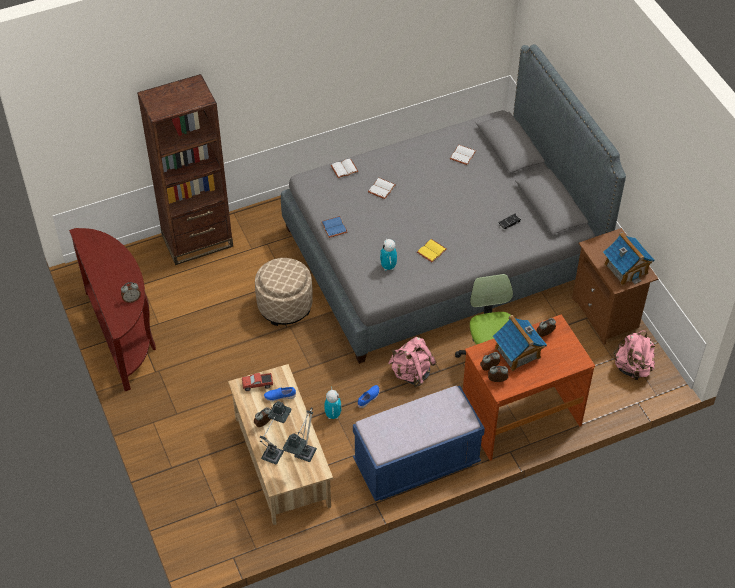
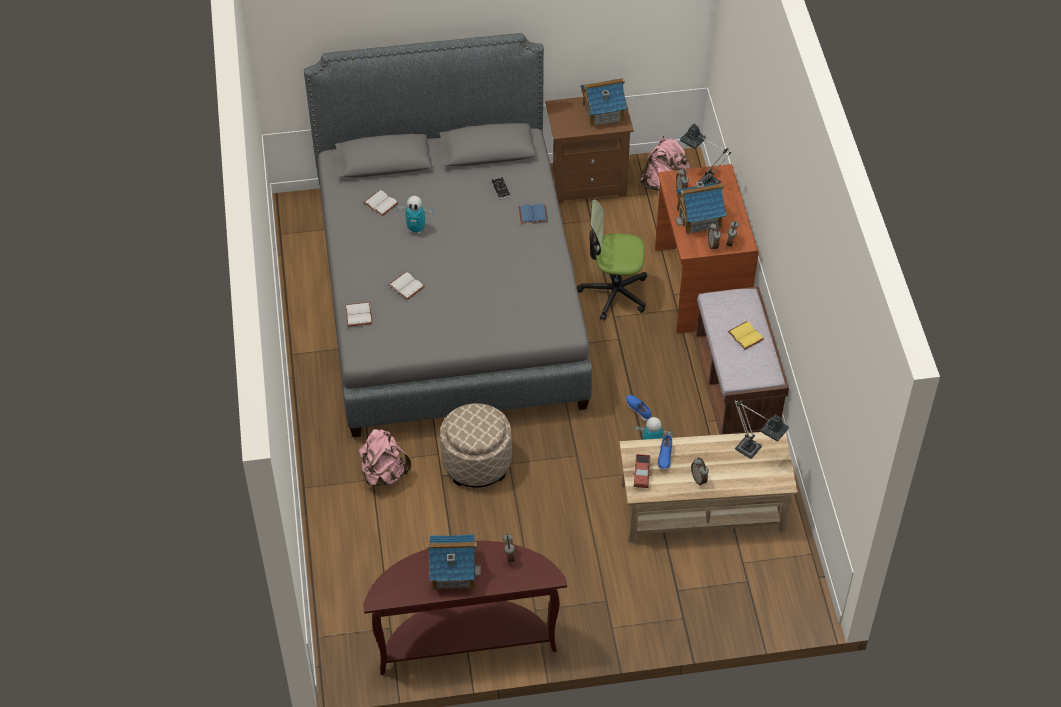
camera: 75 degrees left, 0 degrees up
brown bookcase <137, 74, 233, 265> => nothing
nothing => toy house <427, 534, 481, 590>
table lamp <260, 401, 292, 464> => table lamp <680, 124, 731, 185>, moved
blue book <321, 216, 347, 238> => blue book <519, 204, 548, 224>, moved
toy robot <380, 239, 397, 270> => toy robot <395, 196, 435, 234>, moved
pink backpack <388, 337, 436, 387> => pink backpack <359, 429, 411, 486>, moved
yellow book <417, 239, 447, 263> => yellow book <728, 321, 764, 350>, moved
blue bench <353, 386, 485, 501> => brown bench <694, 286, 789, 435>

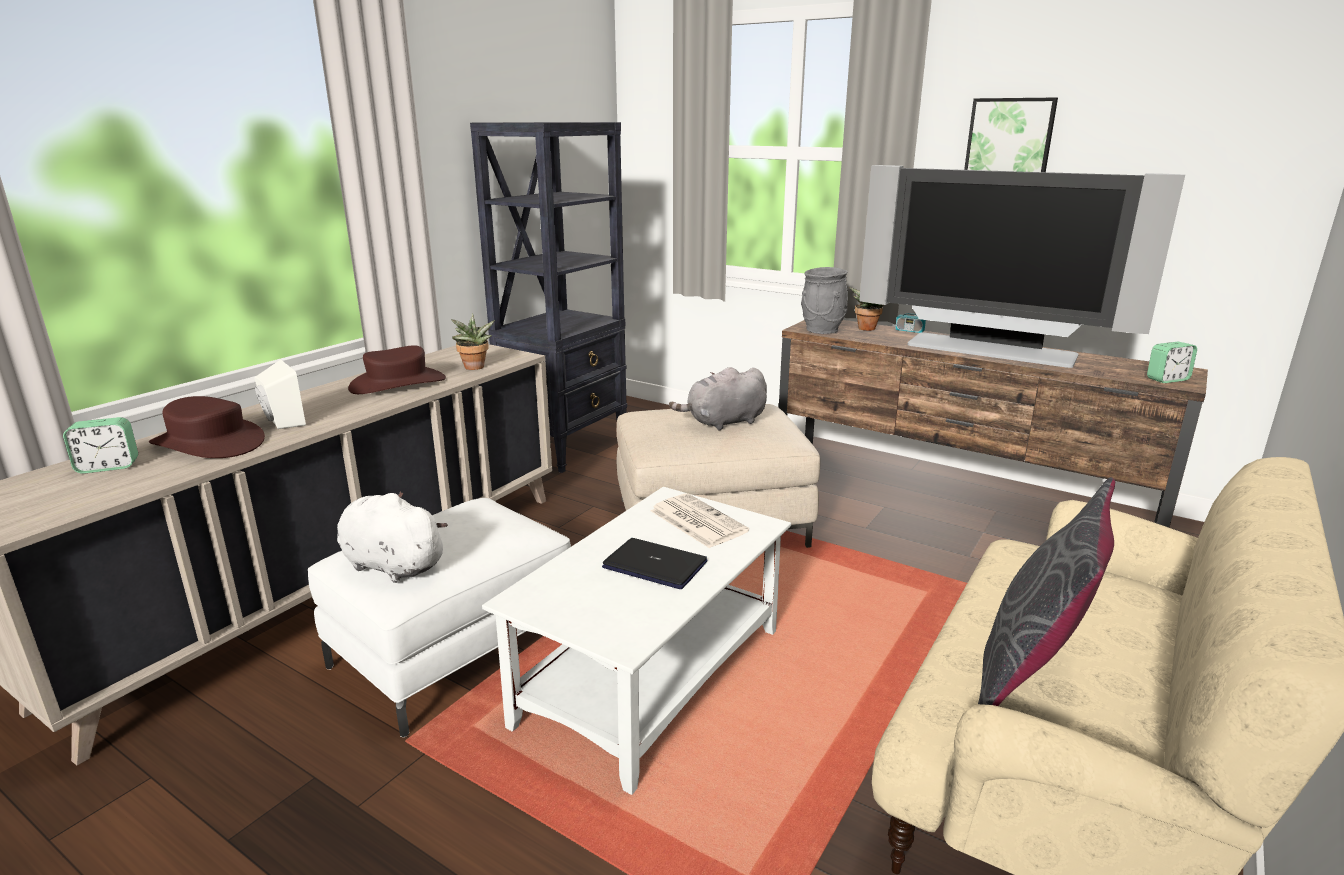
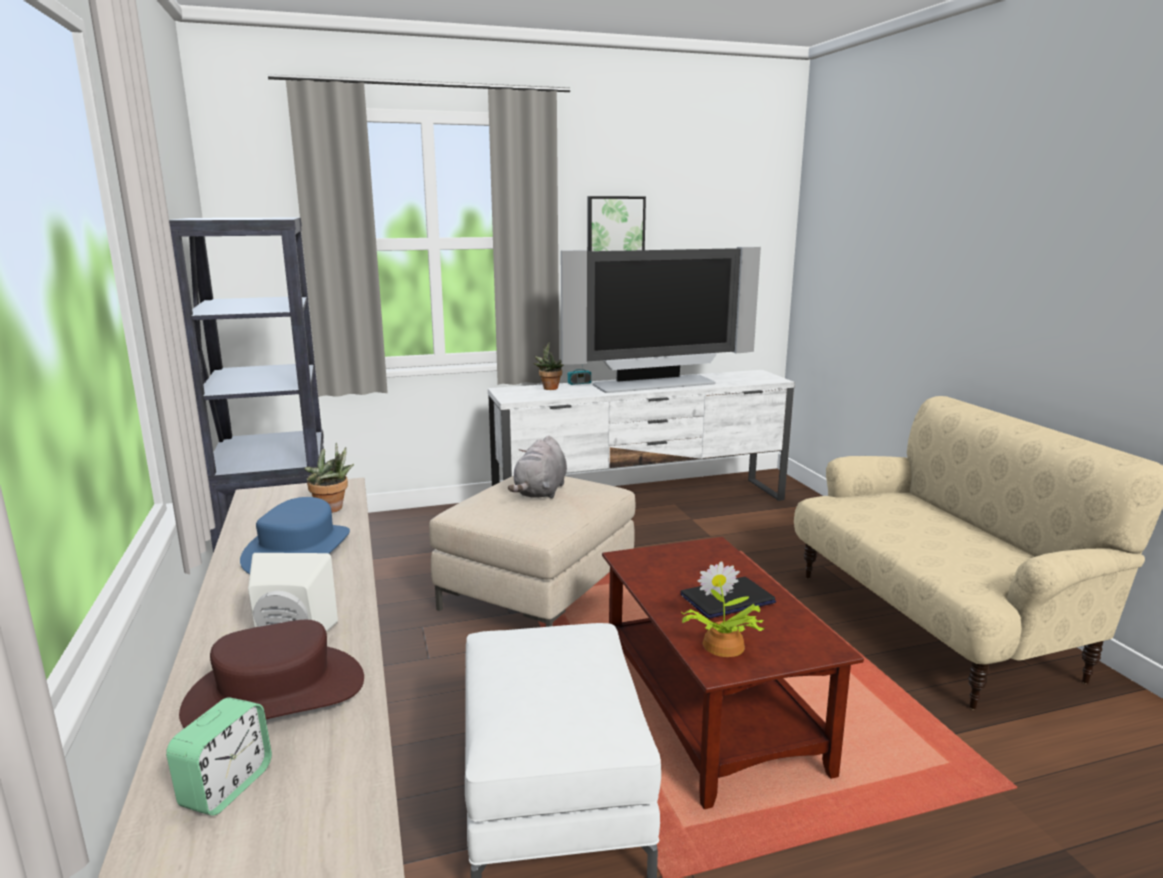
camera: 50 degrees left, 5 degrees down
white plush toy <337, 491, 448, 583> => nothing
newspaper <651, 493, 749, 548> => nothing
grey vase <801, 267, 848, 334> => nothing
grey pillow <978, 477, 1115, 706> => nothing
alarm clock <1147, 342, 1197, 383> => nothing
nothing => potted plant <682, 561, 764, 657>
brown hat <348, 345, 446, 394> => blue hat <240, 497, 350, 574>
white coffee table <482, 487, 791, 795> => brown coffee table <602, 537, 864, 809>
brown tv stand <779, 320, 1208, 528> => white tv stand <488, 370, 795, 501>

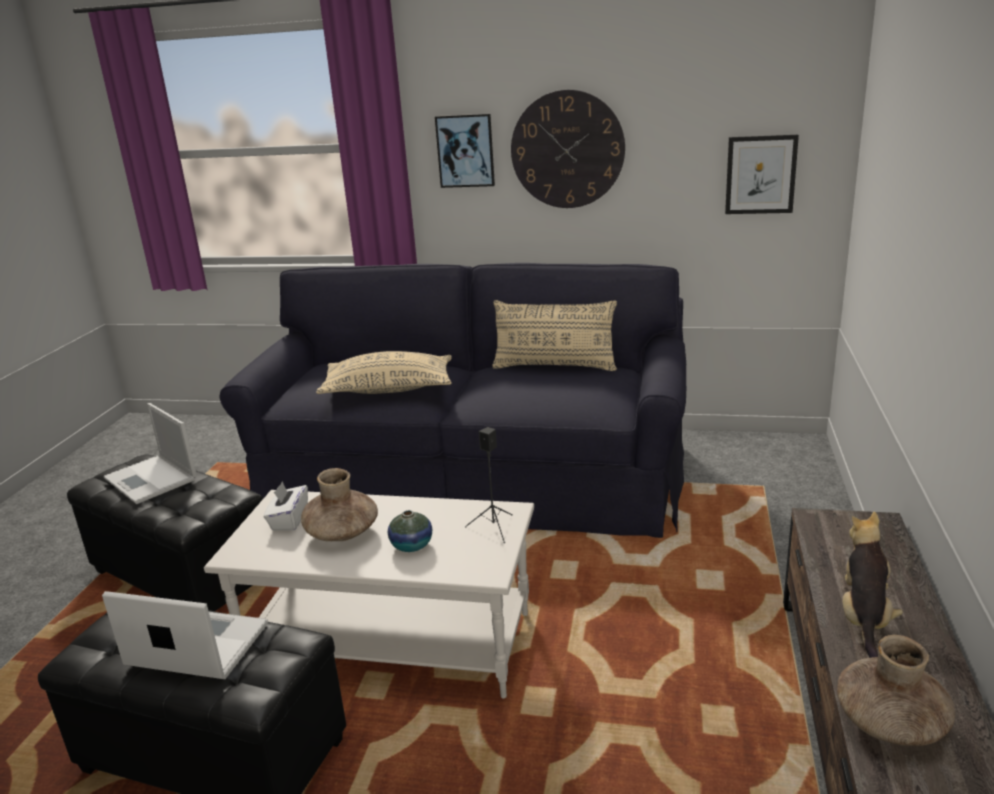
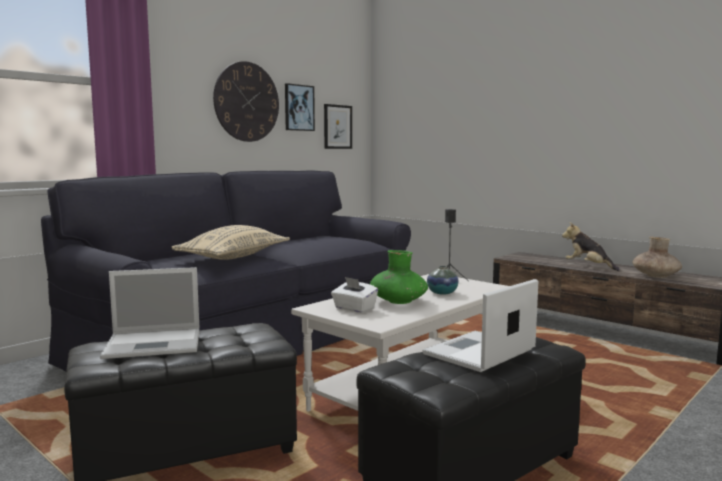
camera: 60 degrees left, 15 degrees down
beige pillow <492, 300, 617, 371> => nothing
picture <435, 114, 495, 188> => picture <285, 83, 315, 131>, moved
brown vase <301, 468, 378, 541> => green vase <370, 250, 428, 304>

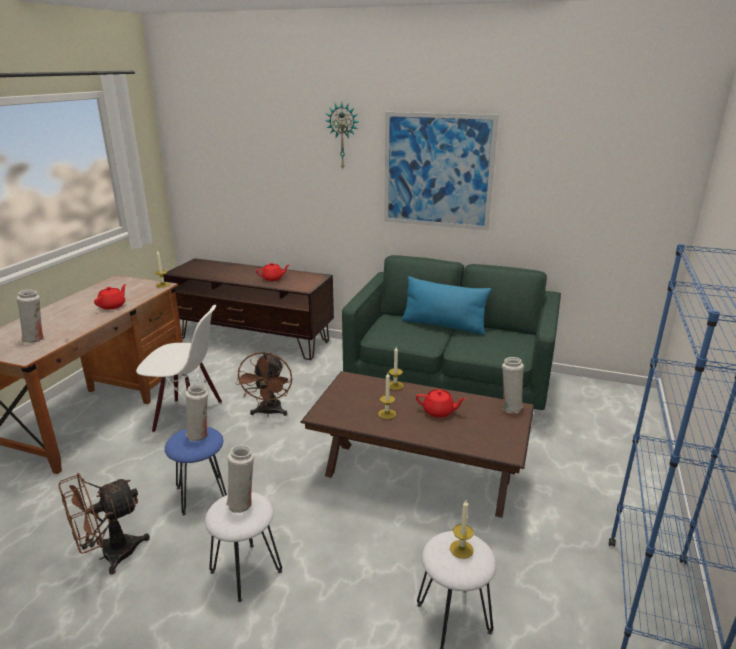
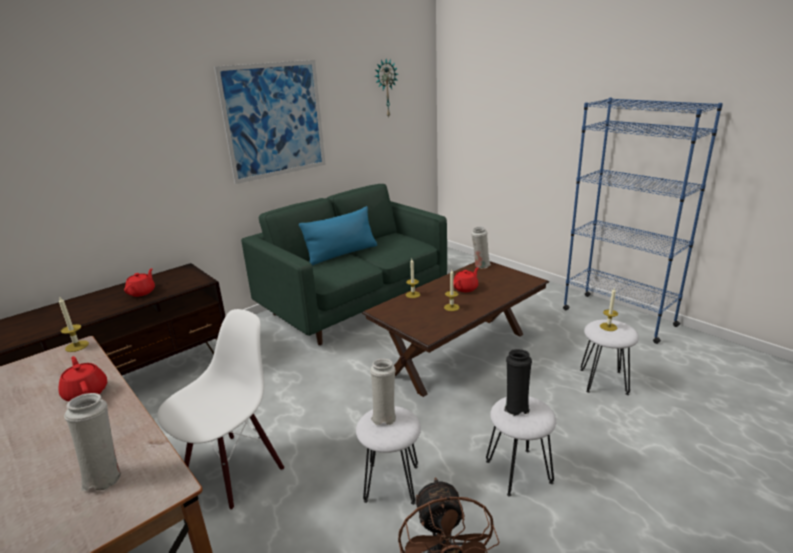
camera: 60 degrees left, 0 degrees up
brown fan <236, 352, 292, 417> => nothing
wall clock <326, 102, 358, 169> => wall clock <374, 59, 398, 117>, moved
blue stool <165, 427, 227, 515> => white stool <356, 406, 421, 505>
white vase <225, 445, 254, 513> => black vase <504, 349, 532, 416>

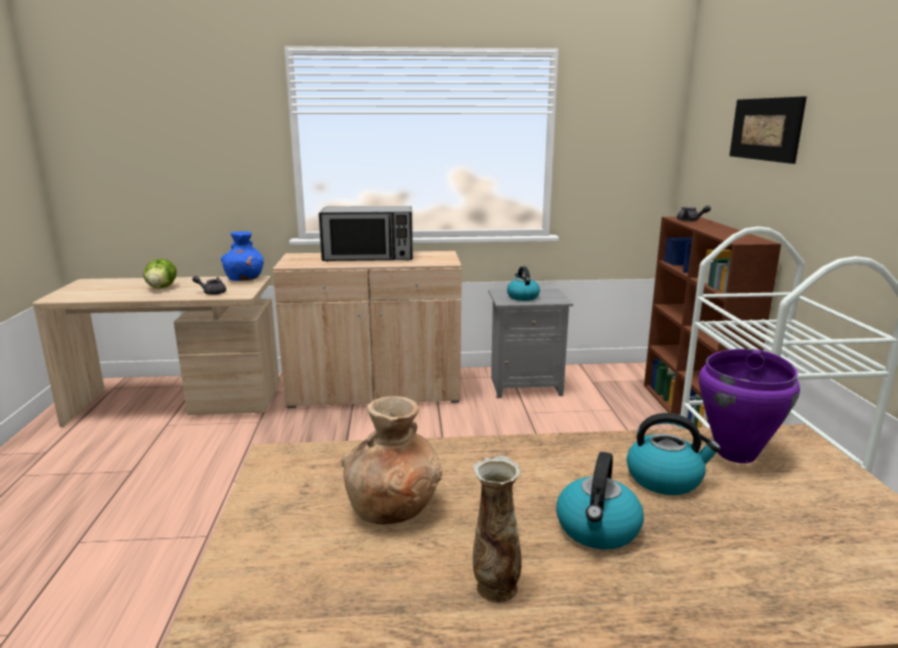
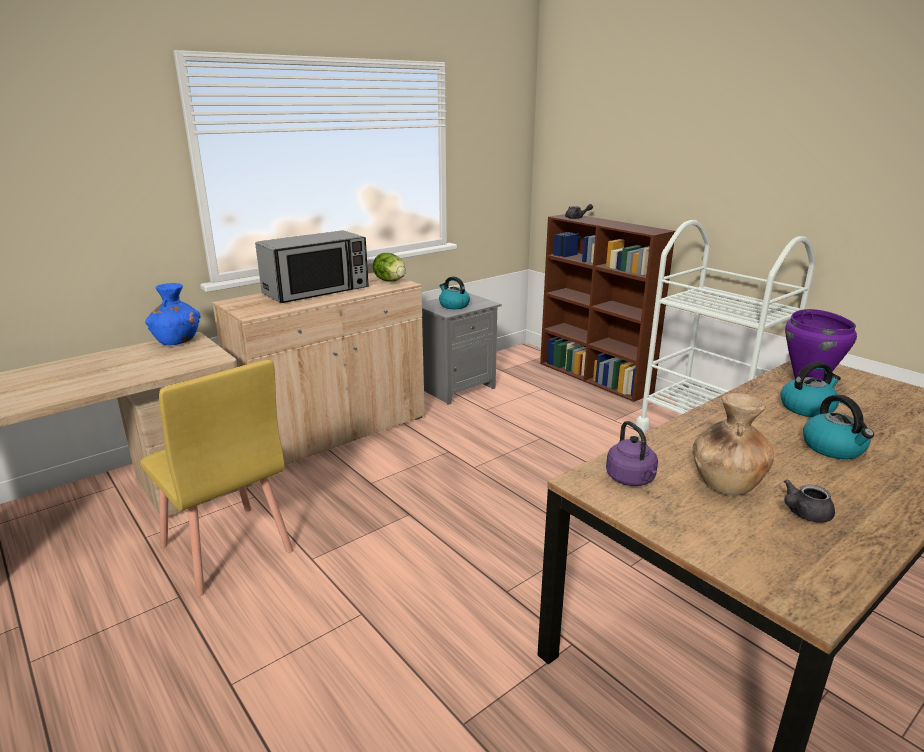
camera: 35 degrees left, 5 degrees up
vase <473, 456, 522, 602> => nothing
picture <729, 96, 807, 164> => nothing
nothing => yellow chair <140, 360, 293, 596>
nothing => purple kettle <606, 421, 658, 486>
lettuce <144, 259, 177, 289> => lettuce <373, 253, 406, 282>, moved
grey teapot <192, 276, 226, 295> => grey teapot <784, 479, 835, 523>, moved

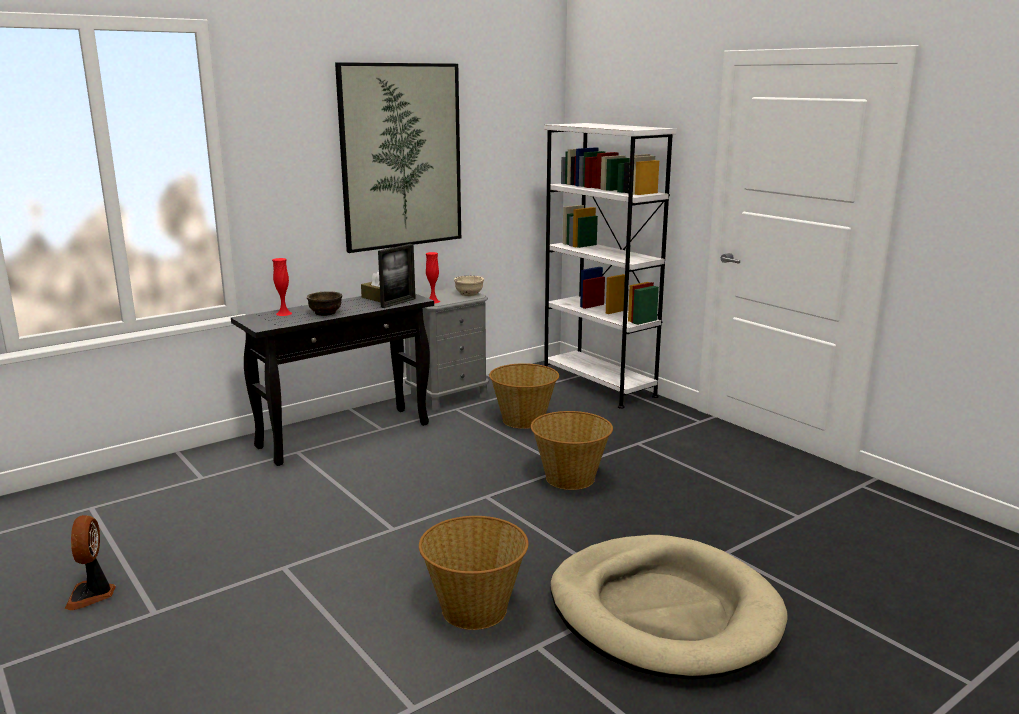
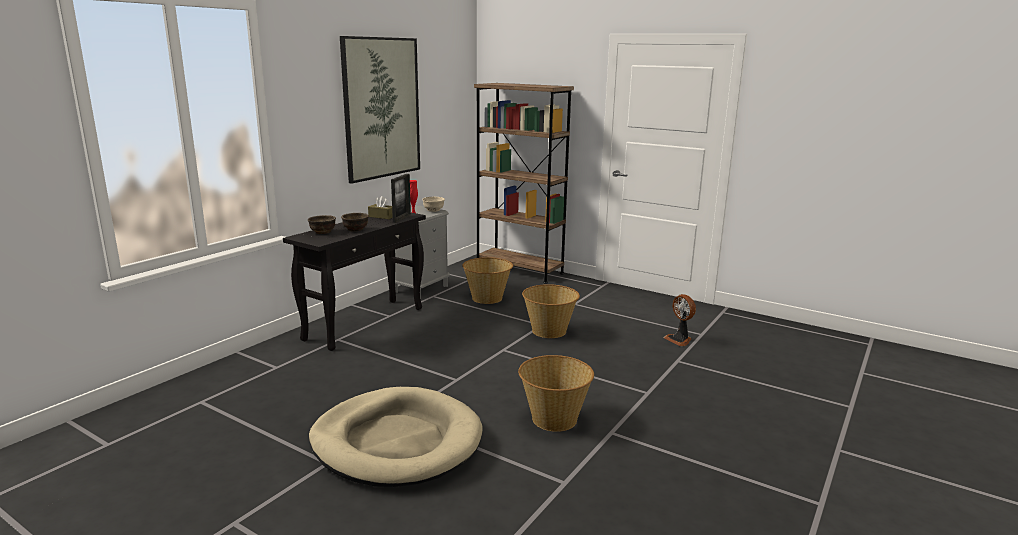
camera: 20 degrees left, 0 degrees up
fan <64, 515, 116, 610> => fan <664, 294, 696, 346>, moved
beige dog bed <551, 535, 788, 679> => beige dog bed <309, 387, 483, 487>, moved
red vase <272, 258, 292, 316> => brown bowl <308, 215, 336, 234>
white bookcase <544, 123, 677, 409> => brown bookcase <474, 83, 574, 284>

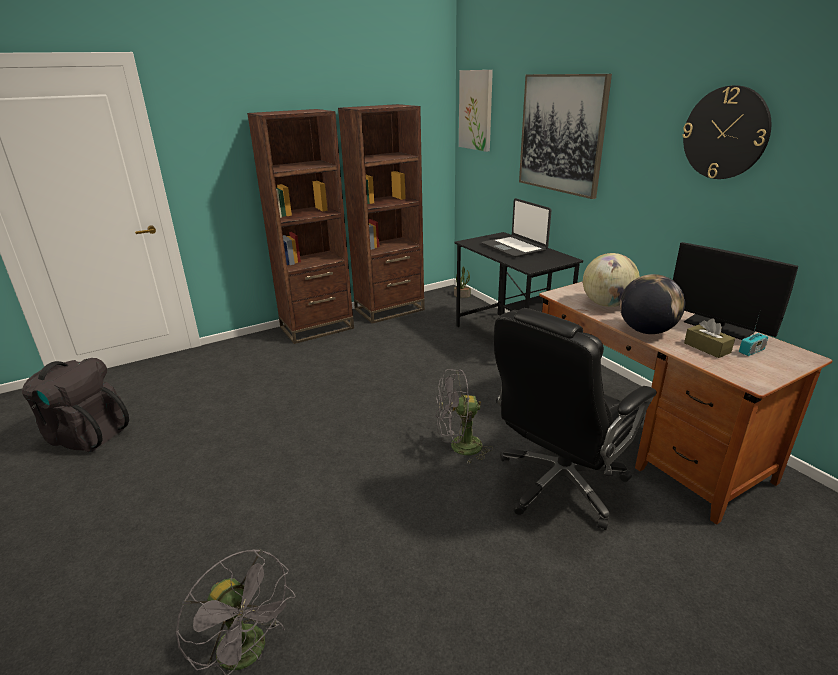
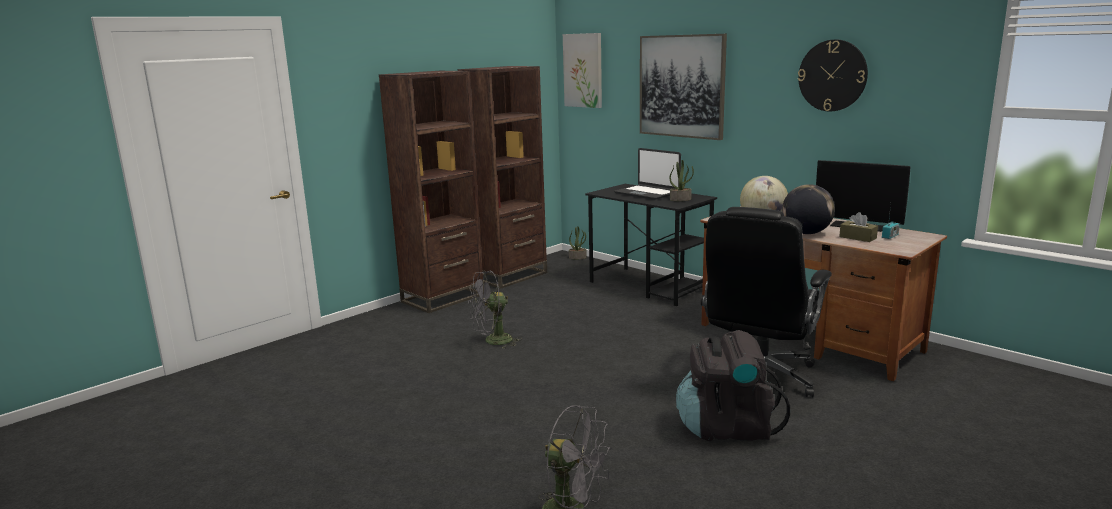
camera: 15 degrees left, 10 degrees down
nothing => potted plant <669, 160, 694, 201>
black backpack <22, 358, 129, 452> => black backpack <676, 330, 790, 441>, moved
grey fan <436, 369, 493, 464> => grey fan <468, 271, 522, 349>, moved

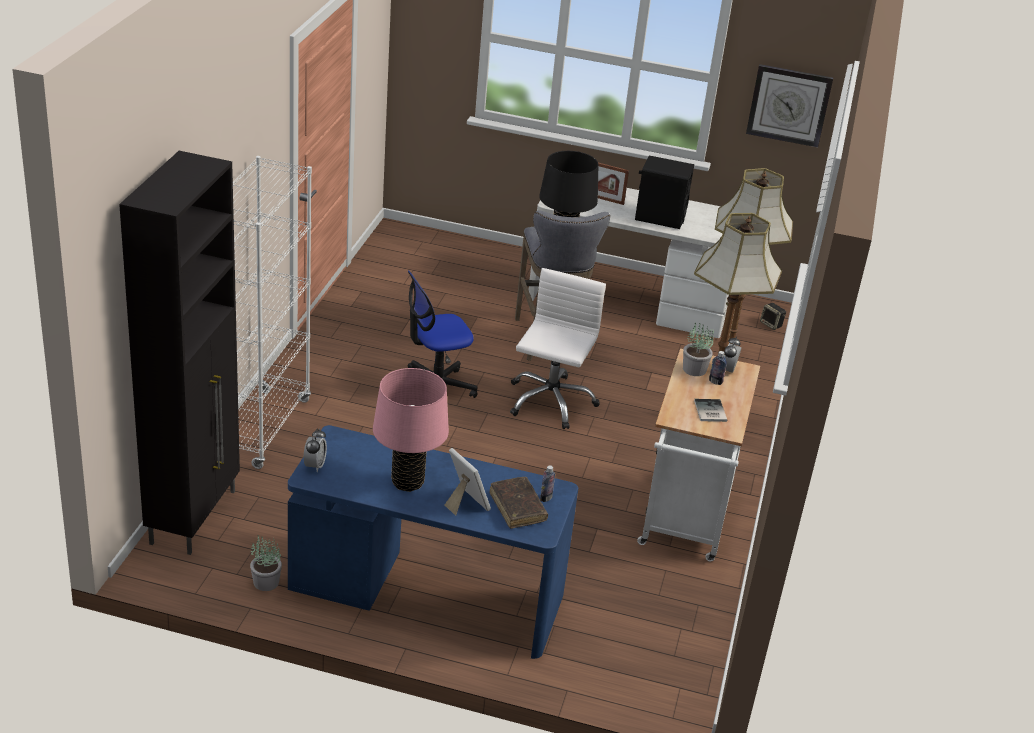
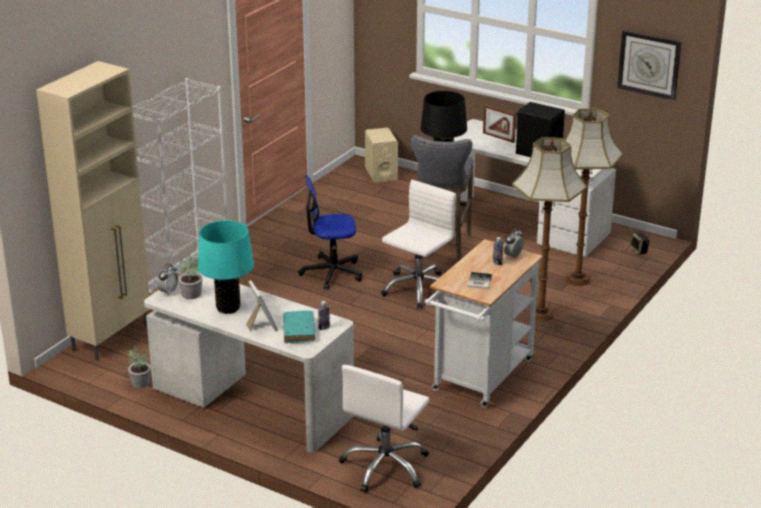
camera: 20 degrees right, 5 degrees down
nothing => white office chair <339, 365, 430, 493>
nothing => beige speaker <365, 128, 398, 182>
potted plant <683, 323, 714, 376> => potted plant <178, 255, 202, 299>, moved
black cabinet <119, 151, 240, 555> => beige cabinet <36, 61, 150, 360>
blue desk <288, 425, 578, 659> => white desk <144, 269, 354, 453>
pink table lamp <373, 368, 449, 492> => turquoise table lamp <198, 220, 254, 314>
brown book <489, 477, 548, 529> => turquoise book <283, 310, 315, 343>

